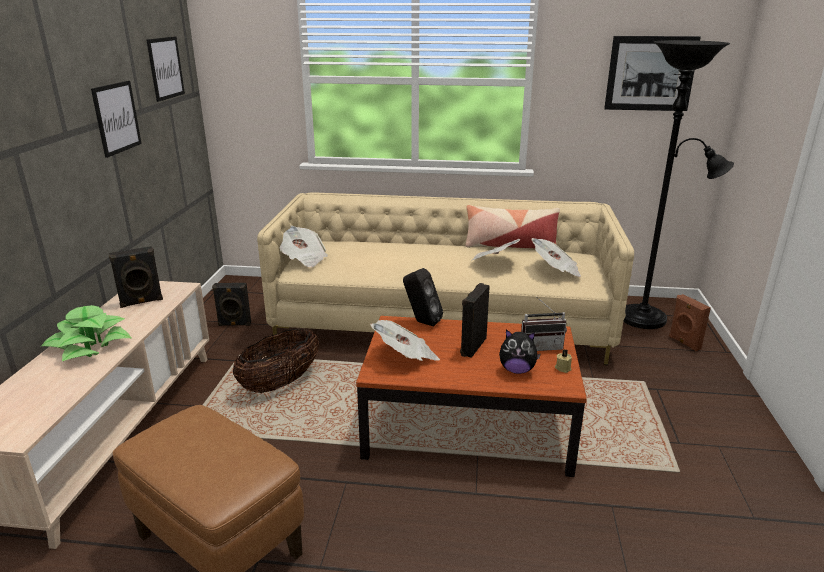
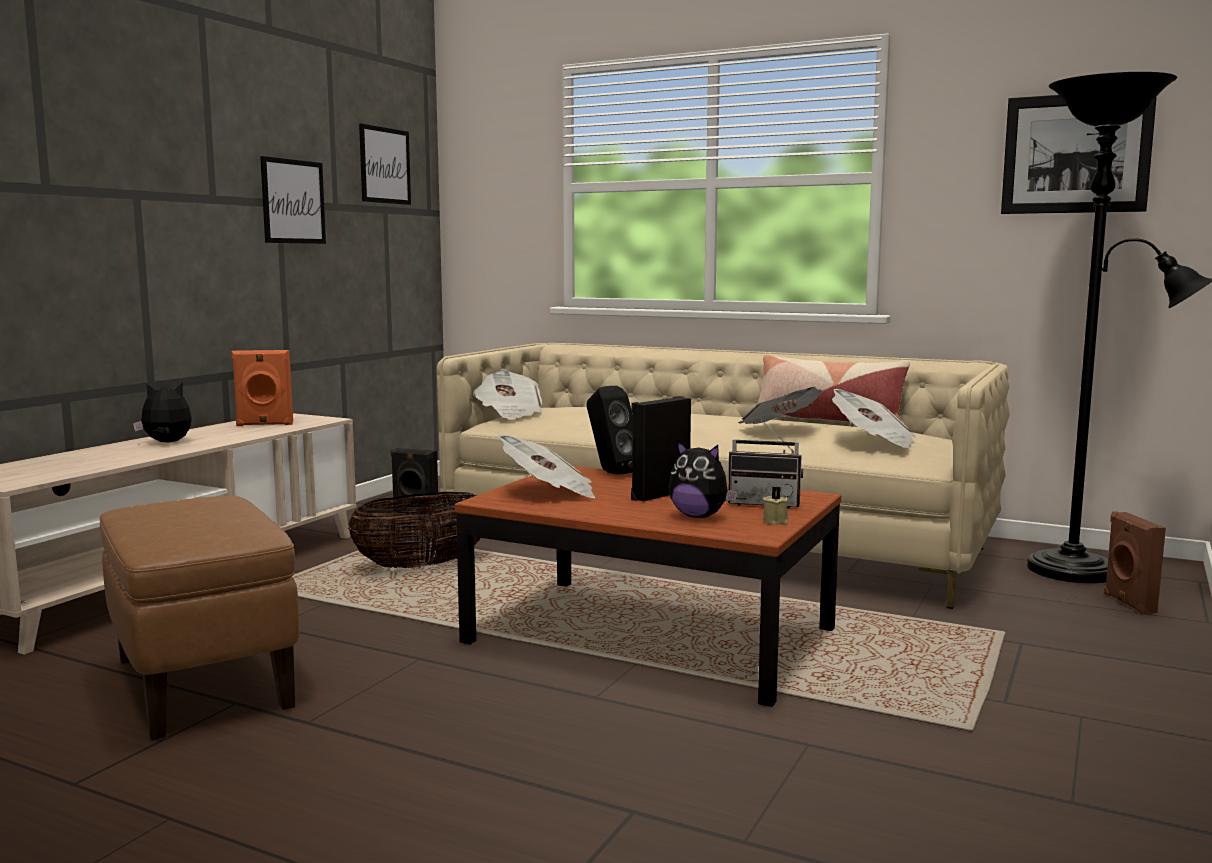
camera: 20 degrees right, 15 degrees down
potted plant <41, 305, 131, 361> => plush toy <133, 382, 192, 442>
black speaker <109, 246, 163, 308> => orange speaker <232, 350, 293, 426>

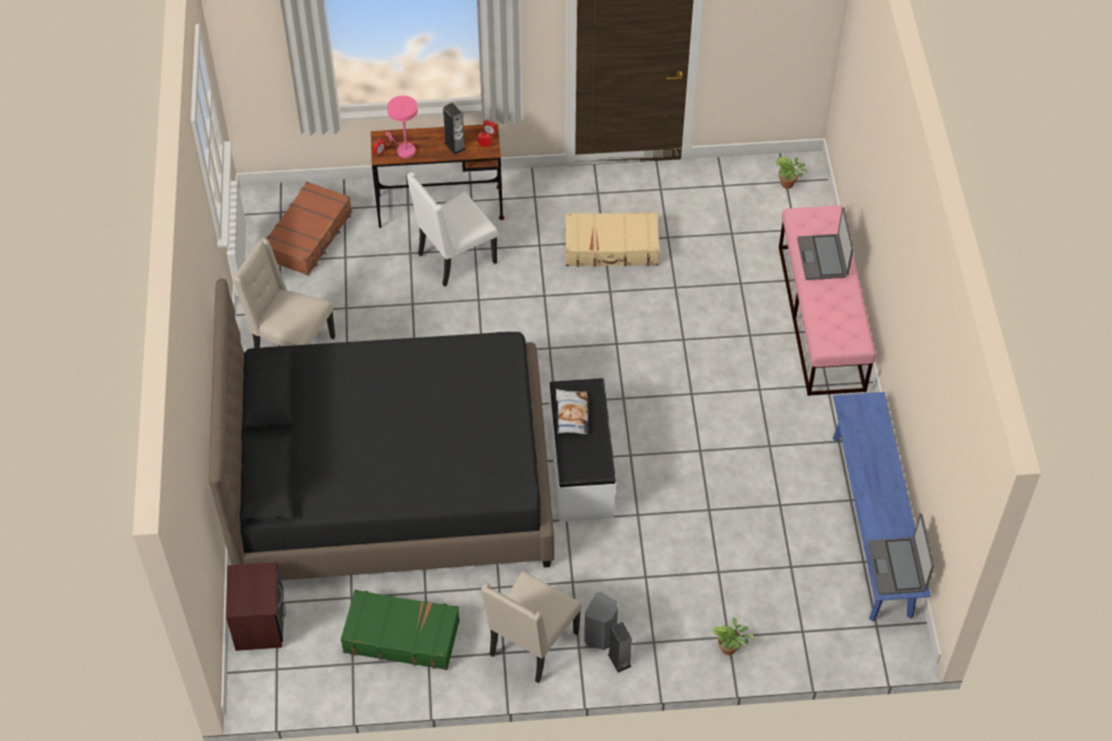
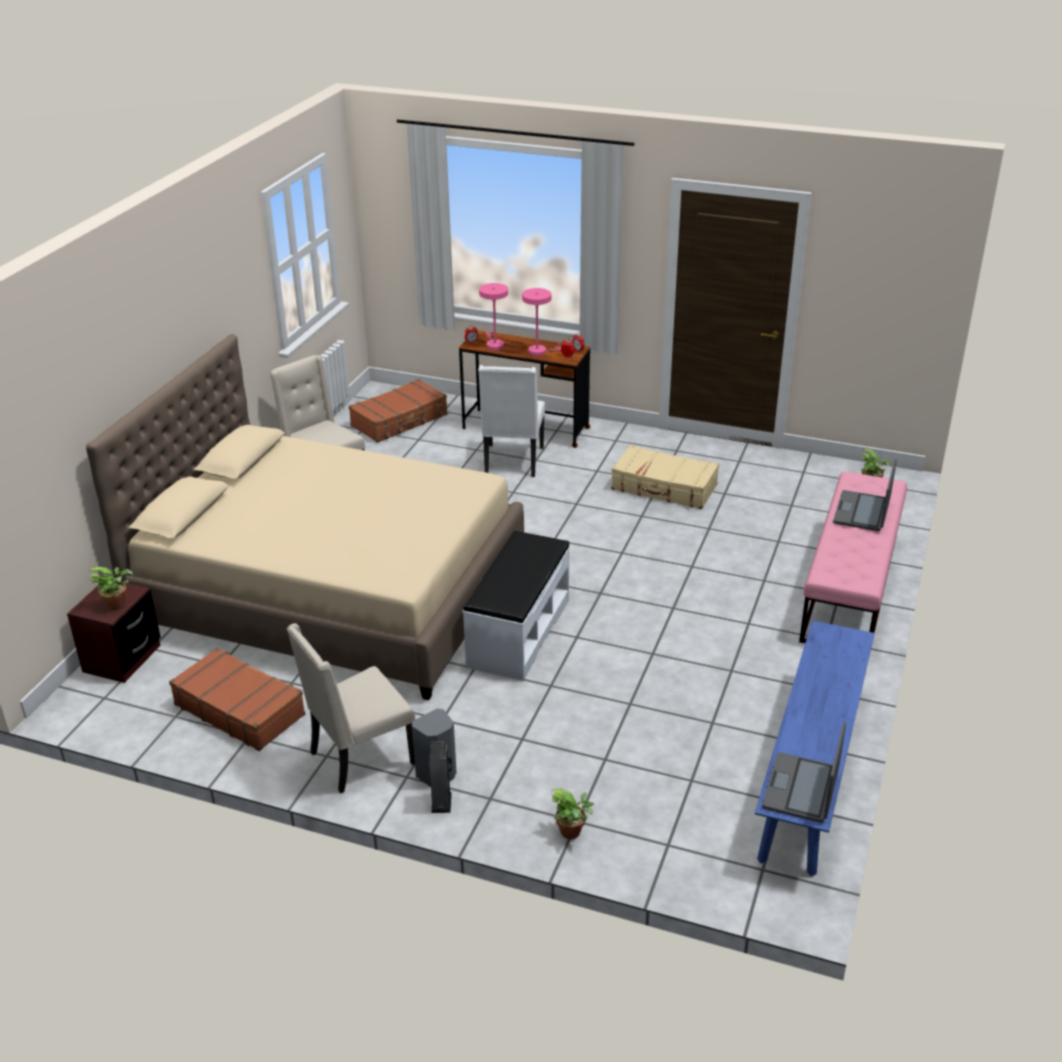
camera: 25 degrees right, 20 degrees down
pillow <556, 389, 588, 435> => nothing
nothing => potted plant <89, 567, 133, 610>
speaker <443, 103, 466, 155> => pink table lamp <522, 288, 561, 356>
black bed <209, 278, 554, 580> => beige bed <86, 334, 524, 700>
green suitcase <340, 590, 460, 670> => brown suitcase <169, 648, 305, 751>
white chair <407, 172, 498, 287> => white chair <478, 365, 545, 477>, 75 degrees counterclockwise

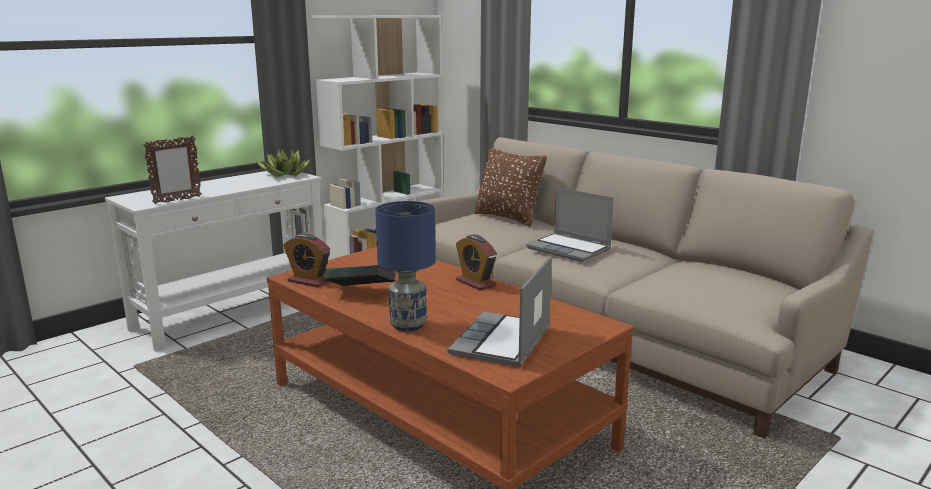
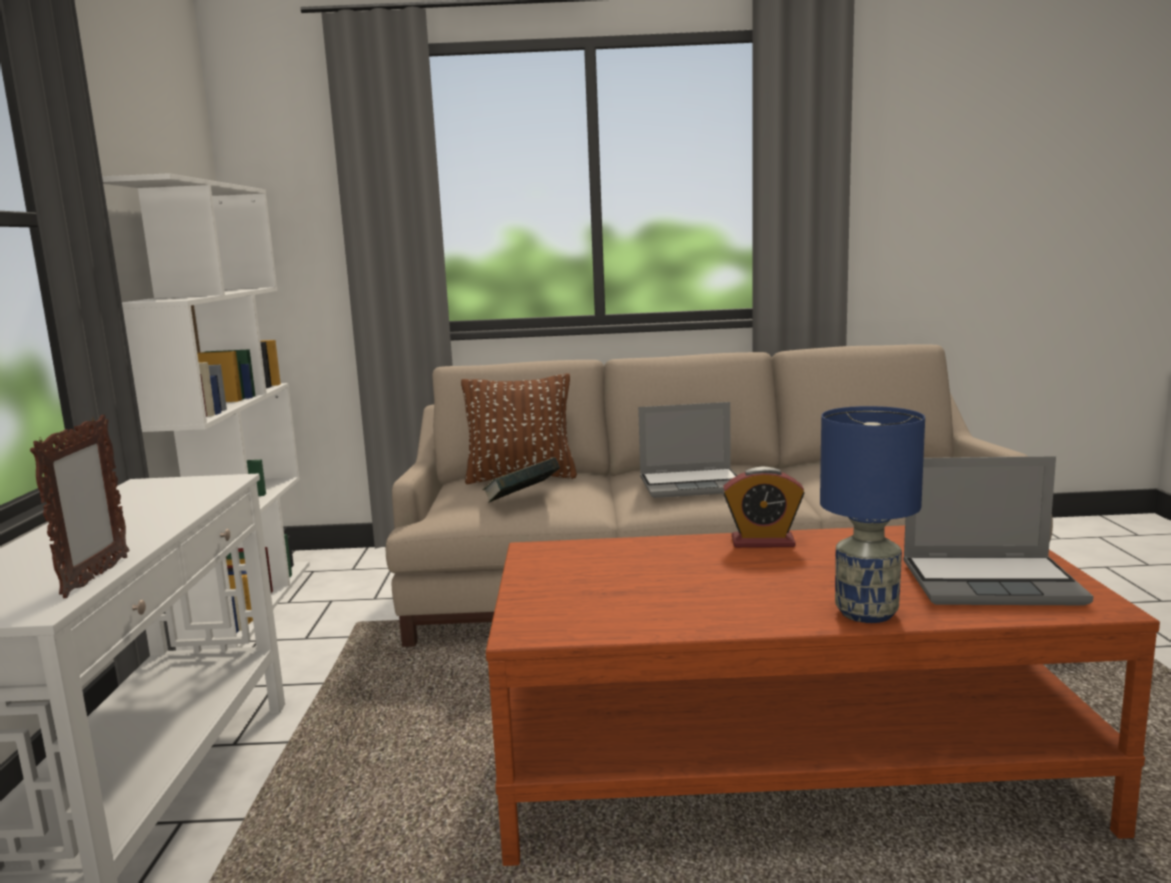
camera: 45 degrees left, 5 degrees down
potted plant <255, 149, 310, 177> => nothing
alarm clock <284, 233, 330, 287> => nothing
book <324, 265, 395, 286> => book <483, 457, 560, 503>, moved
laptop <448, 256, 552, 367> => laptop <903, 456, 1093, 605>, 60 degrees counterclockwise

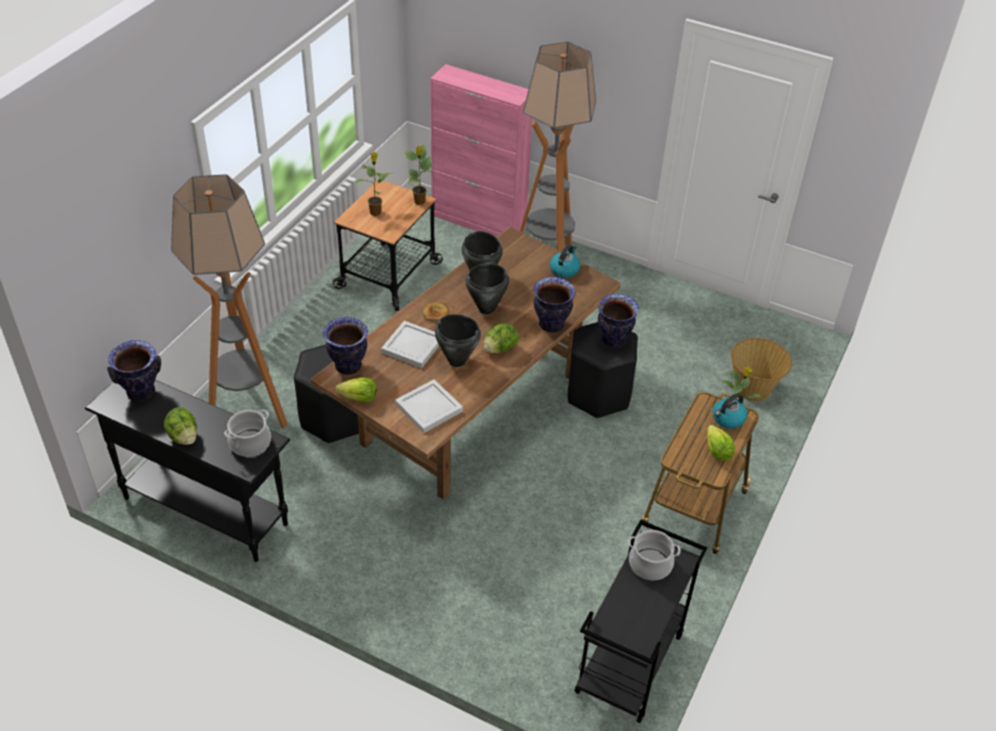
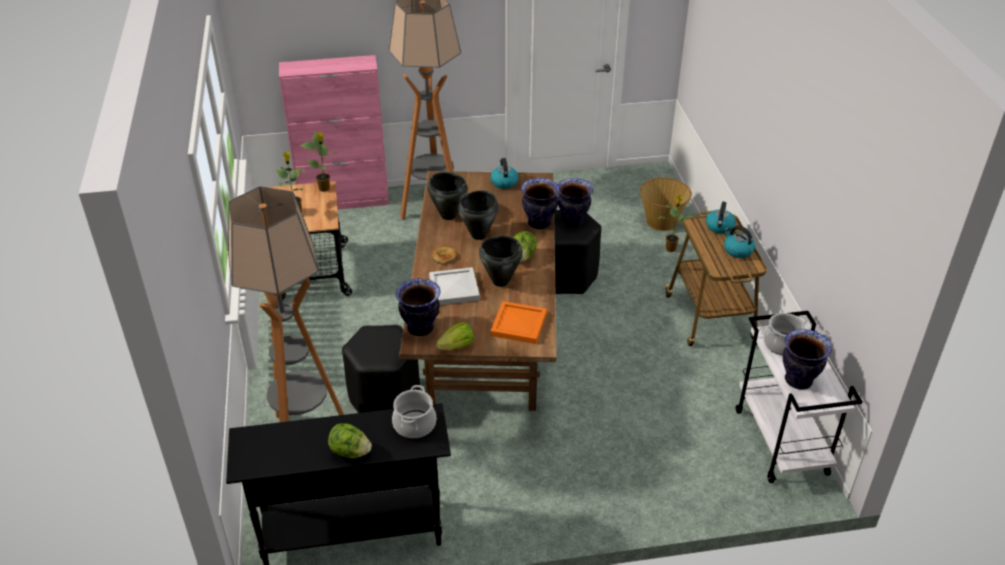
camera: 35 degrees left, 5 degrees down
vase <107, 340, 161, 401> => vase <783, 329, 832, 390>, moved
lettuce <707, 425, 735, 461> => kettle <724, 226, 755, 258>
white tray <395, 379, 463, 433> => orange tray <491, 301, 547, 344>
black cart <574, 520, 707, 723> => white cart <736, 311, 863, 483>

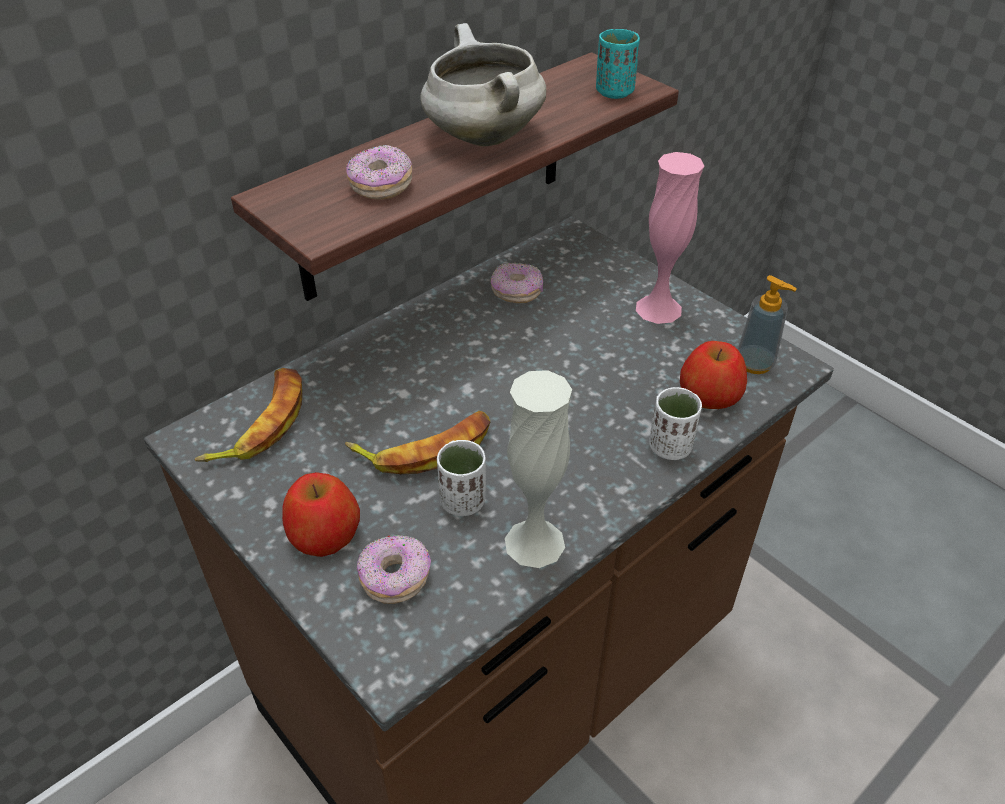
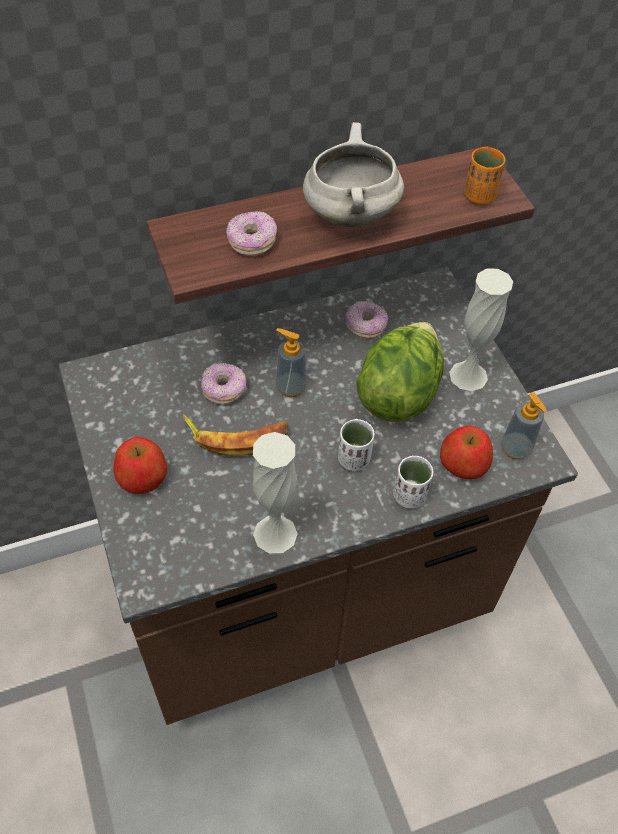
camera: 20 degrees right, 10 degrees up
banana <194, 368, 302, 462> => nothing
nothing => soap dispenser <276, 328, 307, 398>
nothing => lettuce <356, 322, 444, 422>
donut <357, 535, 431, 604> => donut <201, 363, 247, 404>, moved
white cup <437, 440, 486, 516> => white cup <338, 419, 374, 471>, moved
turquoise cup <596, 29, 640, 99> => orange cup <464, 147, 506, 204>
pink vase <636, 152, 704, 324> => white vase <449, 269, 513, 391>

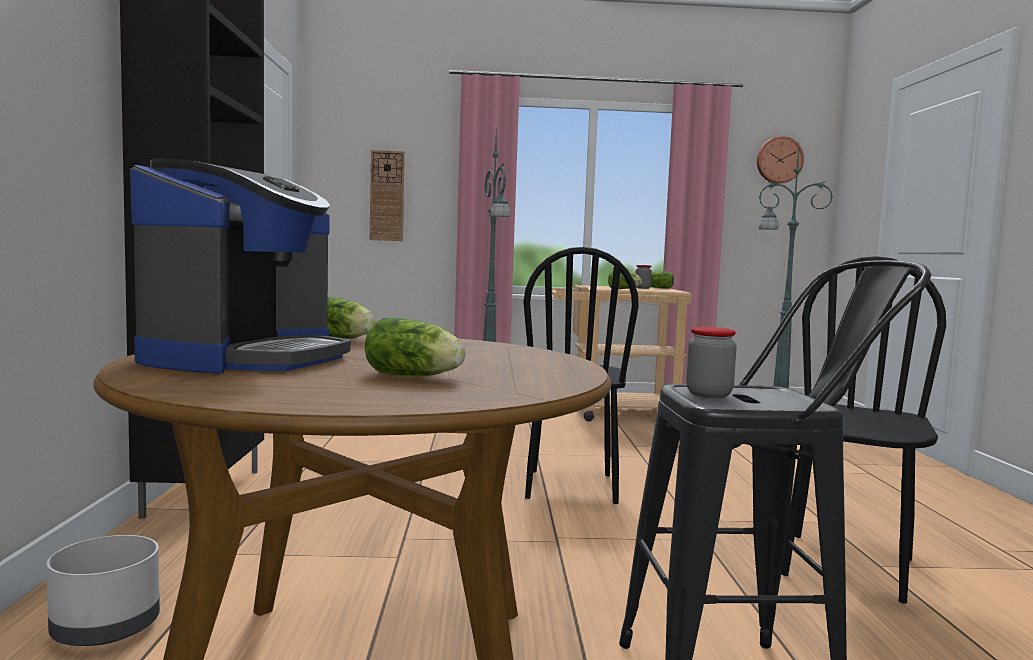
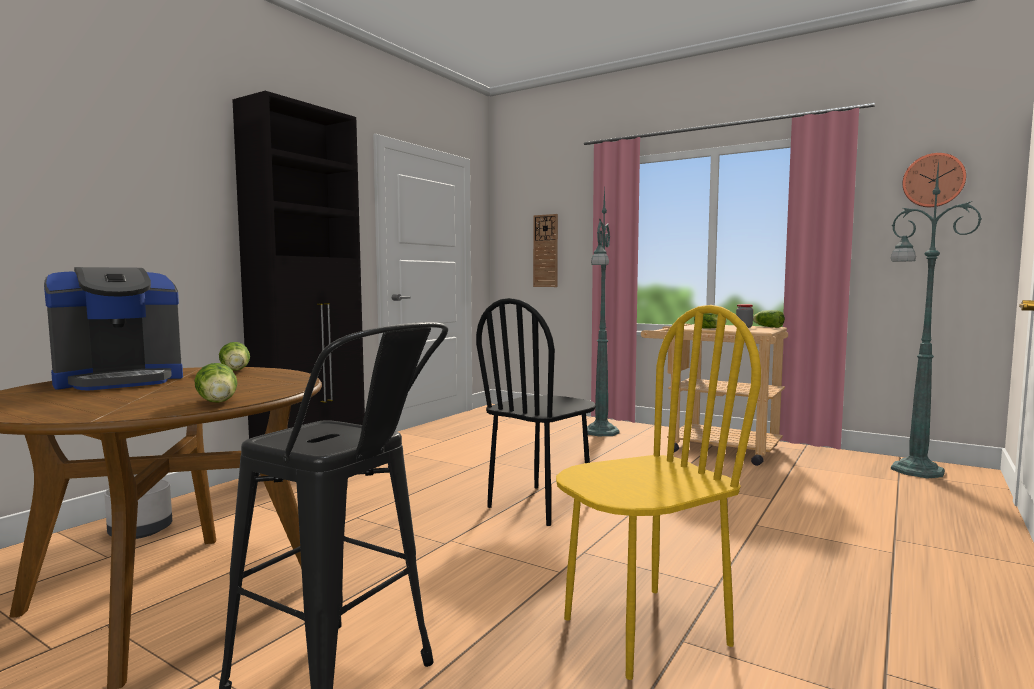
camera: 35 degrees right, 0 degrees up
jar <686, 327, 737, 398> => nothing
lettuce <365, 317, 466, 376> => lettuce <194, 363, 237, 403>, moved
black chair <781, 256, 946, 604> => yellow chair <556, 305, 761, 680>

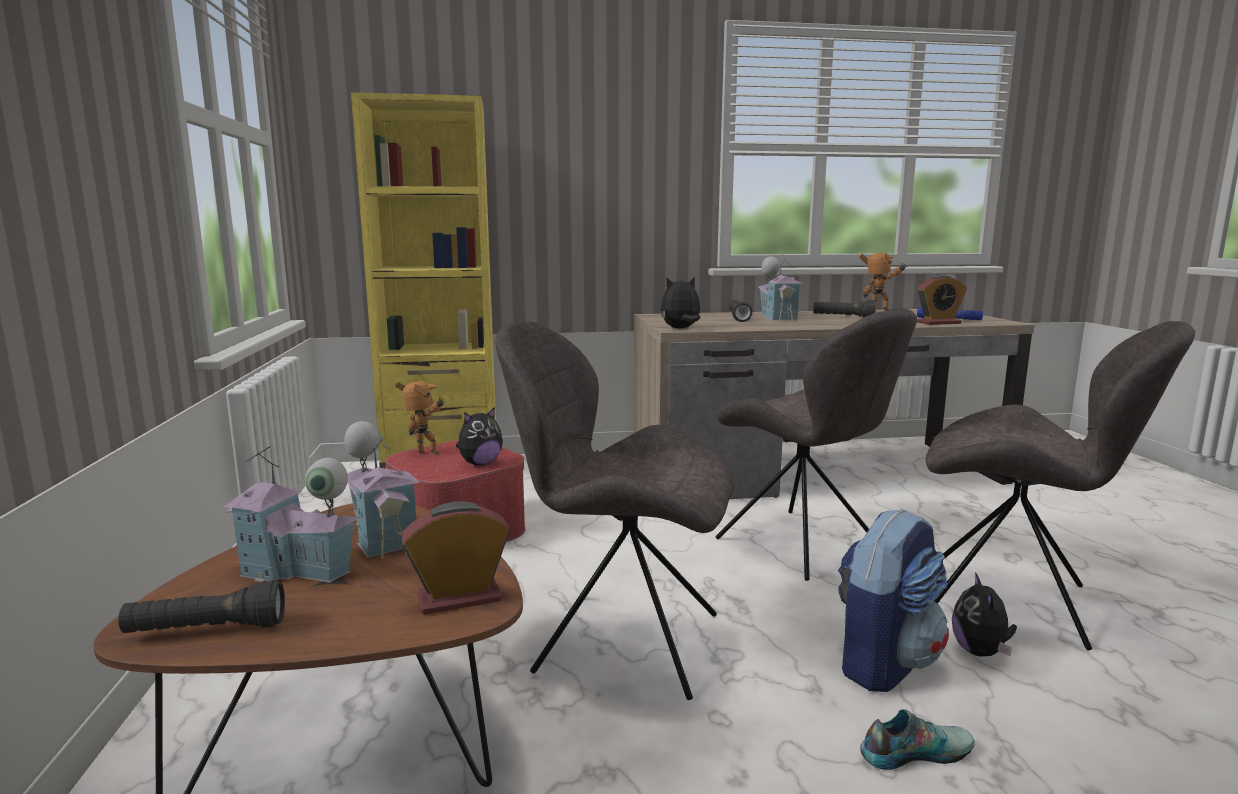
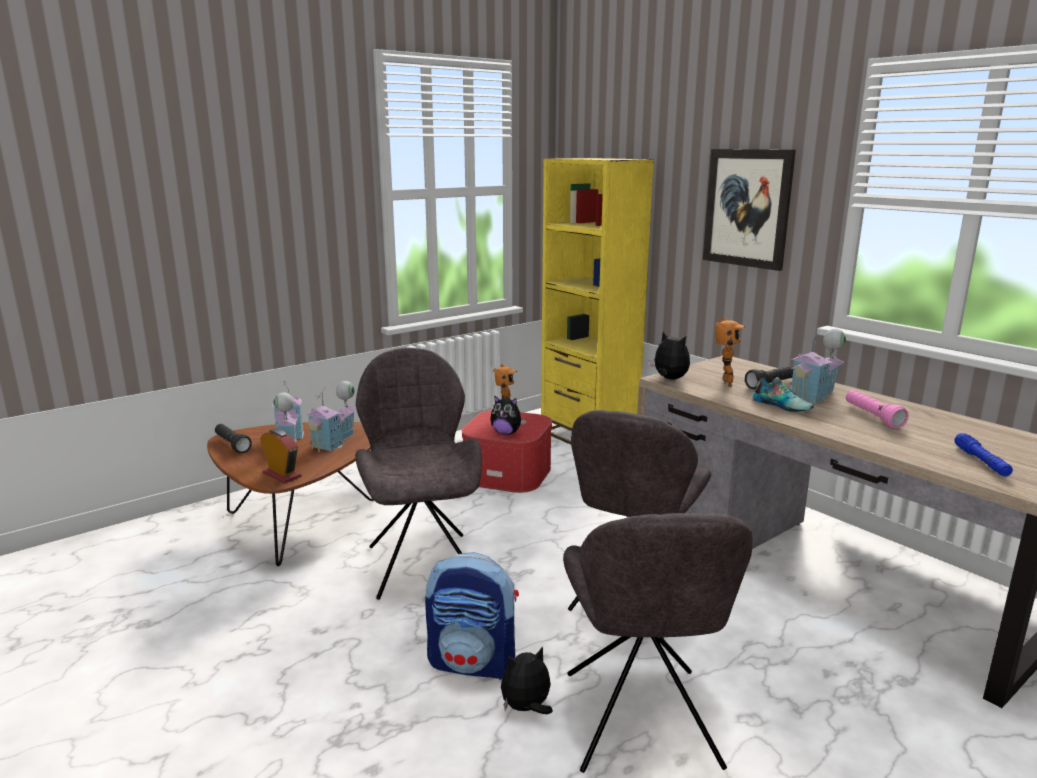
camera: 60 degrees right, 5 degrees up
alarm clock <917, 275, 967, 325> => nothing
nothing => picture <703, 149, 796, 271>
toy robot <859, 252, 907, 311> => toy robot <715, 318, 745, 387>, moved
shoe <860, 709, 975, 770> => shoe <753, 377, 814, 412>, moved
black flashlight <813, 300, 876, 317> => pink flashlight <846, 390, 909, 428>

